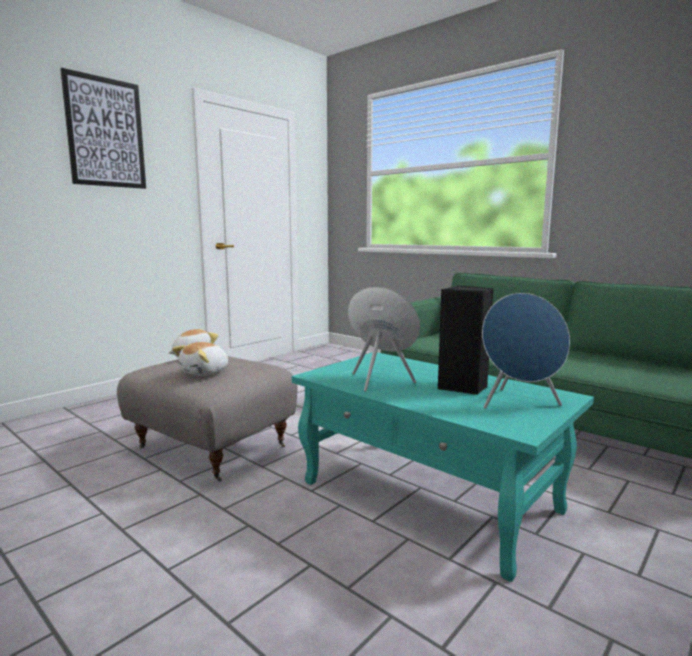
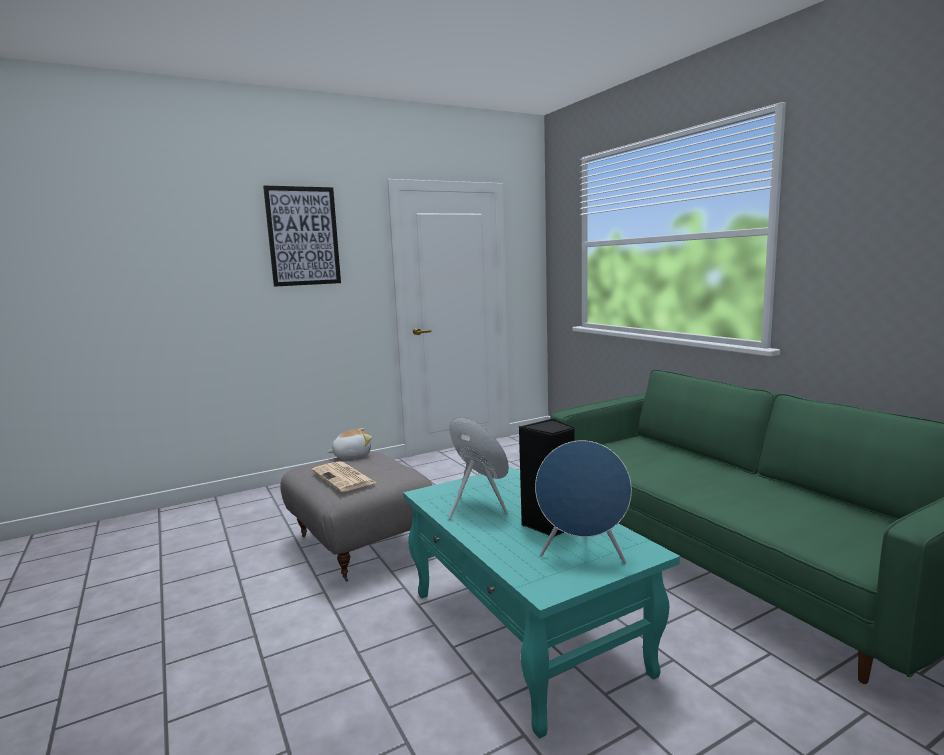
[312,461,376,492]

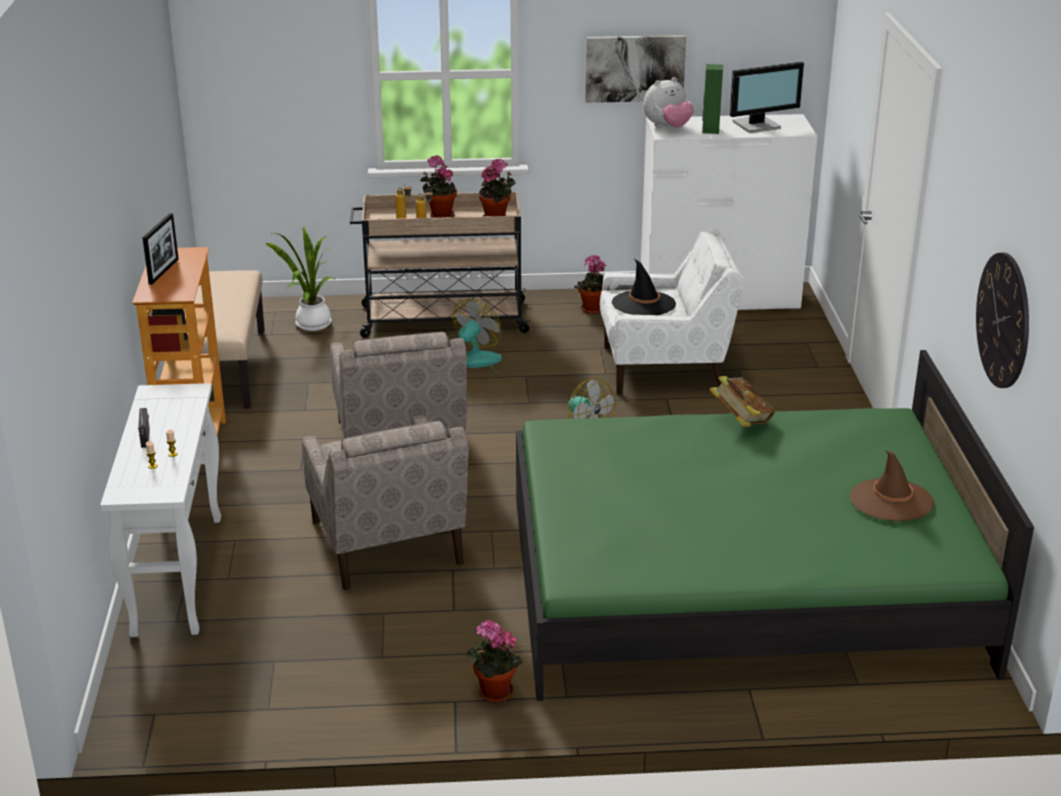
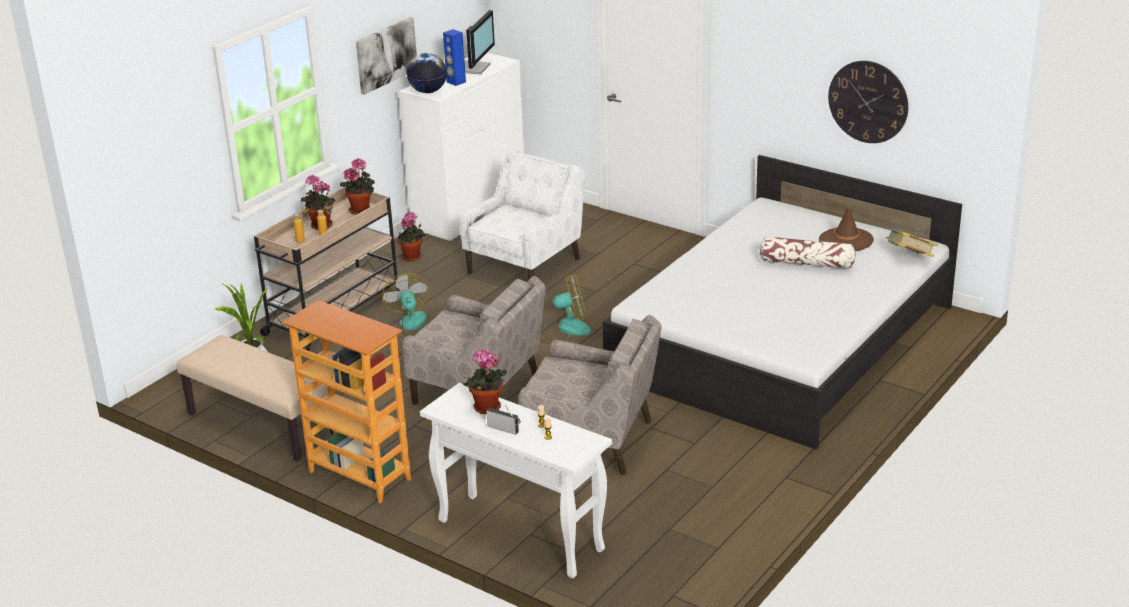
[407,53,447,93]
[443,29,466,86]
[463,349,507,414]
[603,155,962,450]
[759,236,856,269]
[886,230,938,257]
[142,213,179,285] (first image)
[612,259,676,315] (first image)

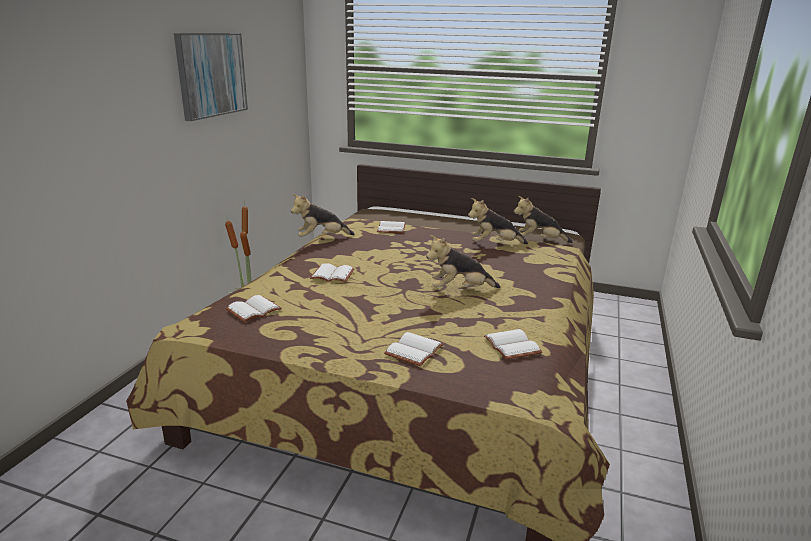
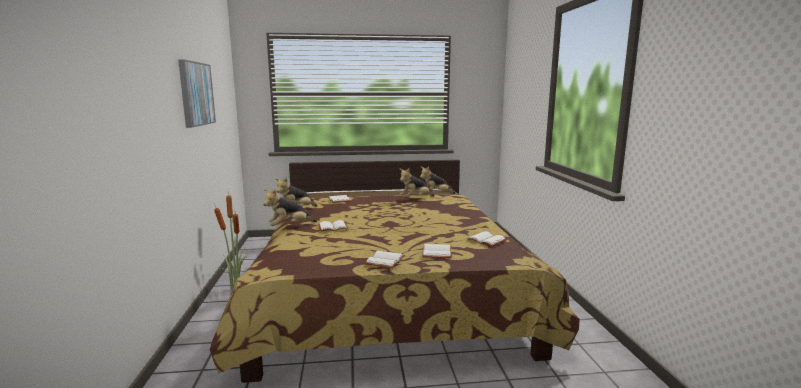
[263,189,317,226]
[365,251,405,268]

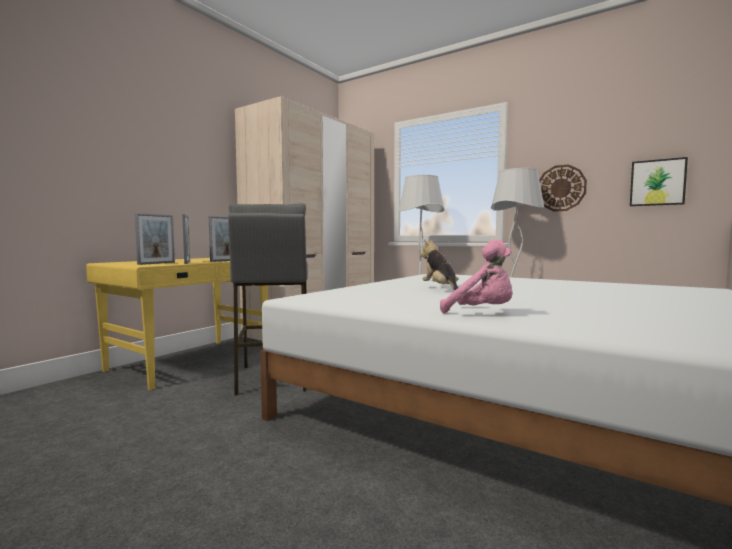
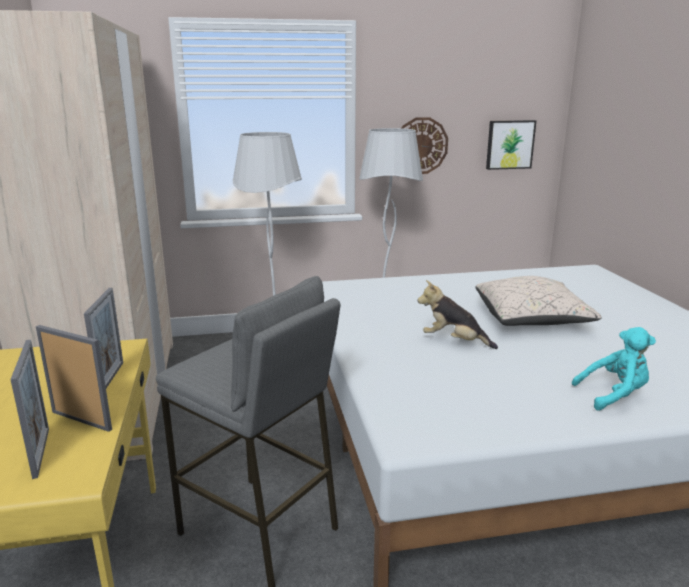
[476,276,602,326]
[572,327,656,411]

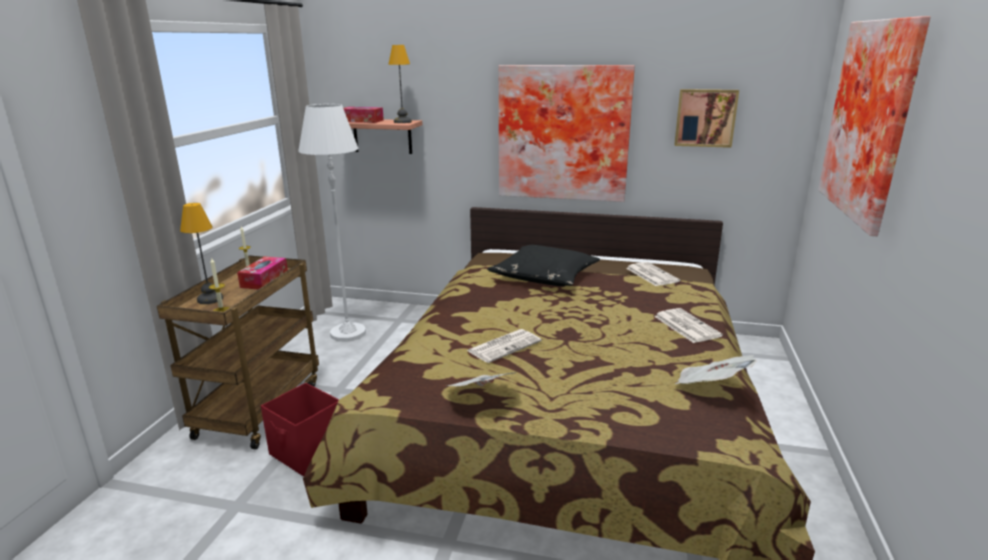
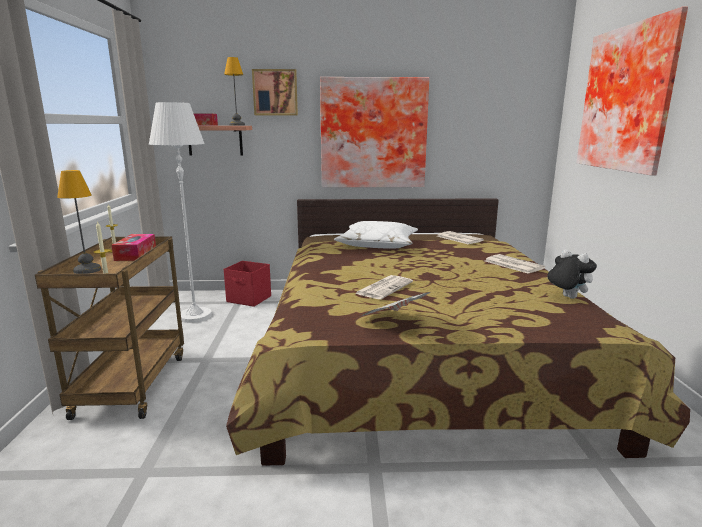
[224,261,271,307]
[252,69,298,115]
[334,221,418,249]
[548,250,597,299]

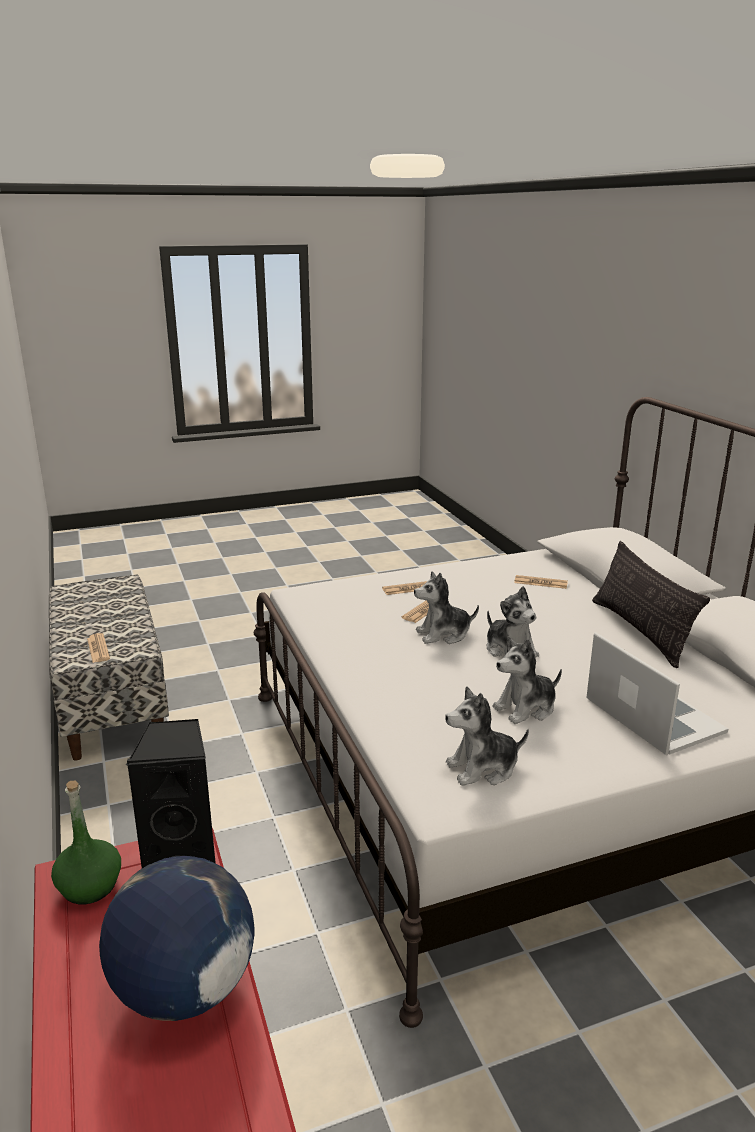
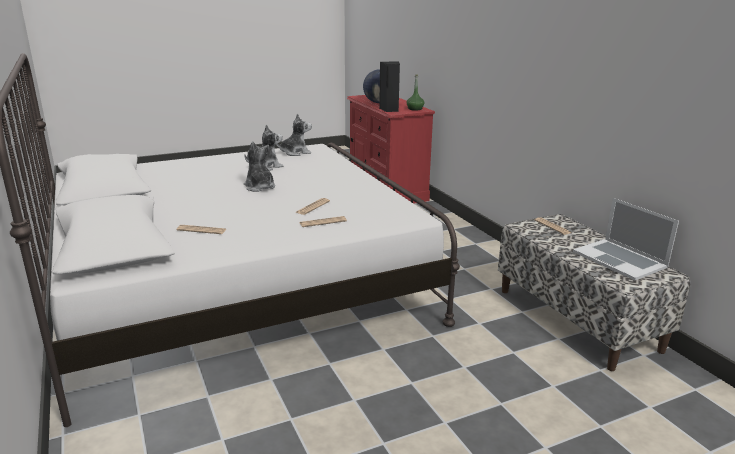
[573,198,679,280]
[414,571,479,644] (first image)
[592,541,710,668] (first image)

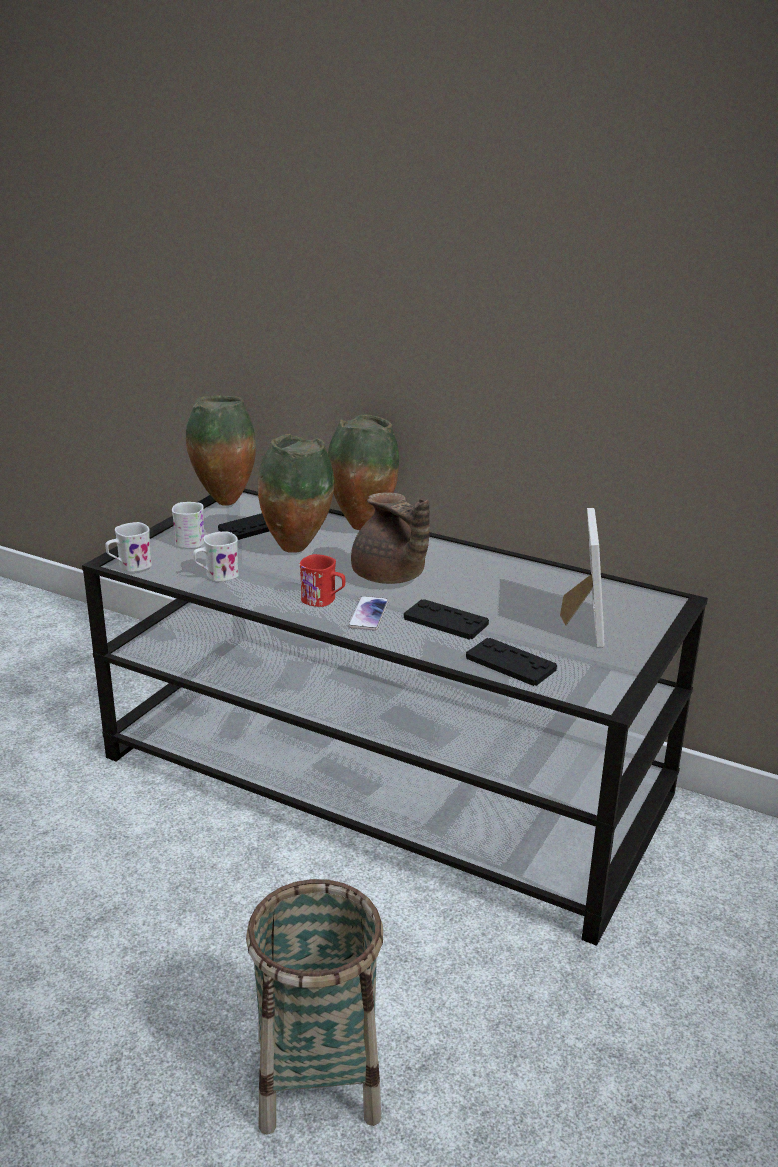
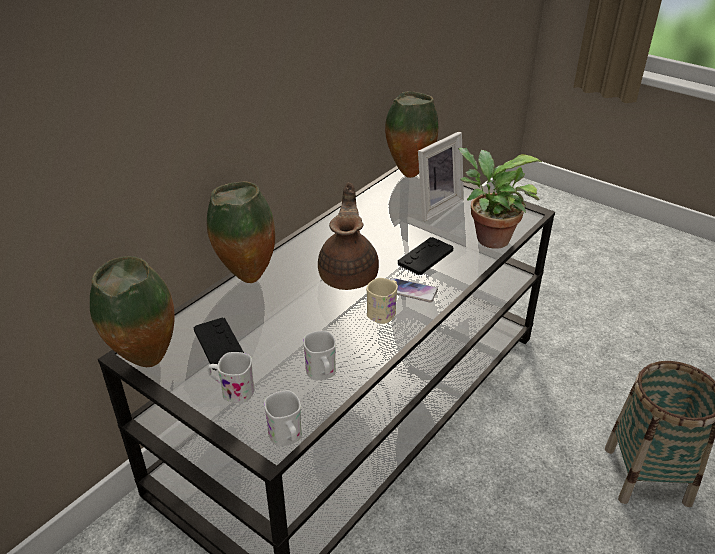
[318,183,379,290]
[366,278,398,324]
[385,92,438,178]
[418,132,464,221]
[458,148,541,249]

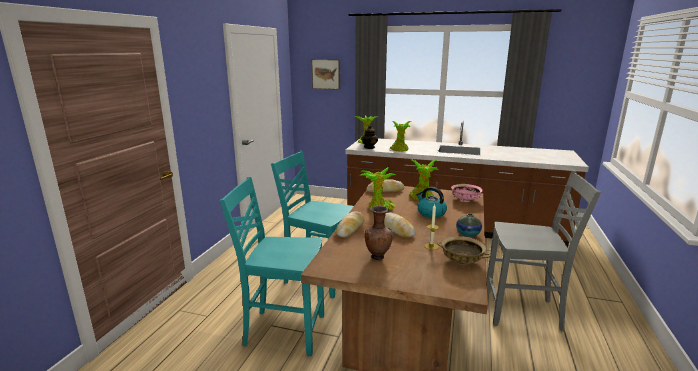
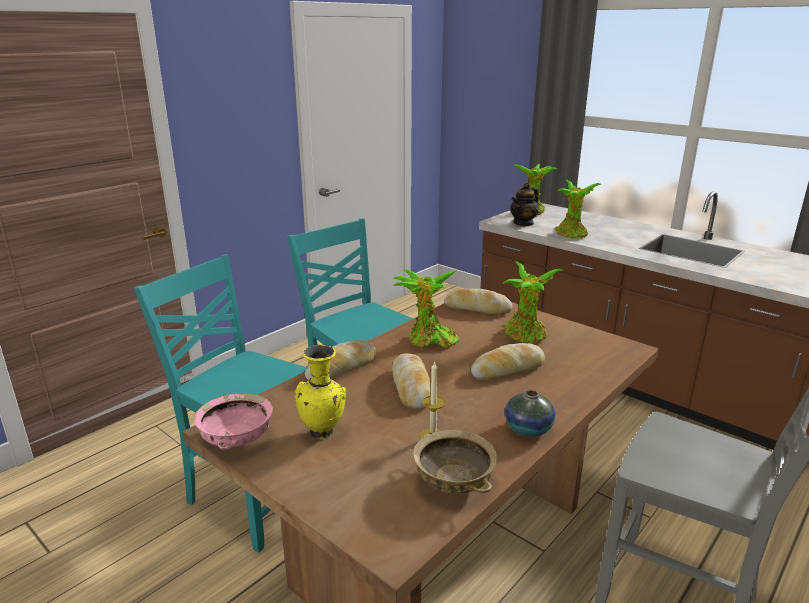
[194,393,273,450]
[295,345,346,440]
[471,343,545,380]
[312,59,340,90] (first image)

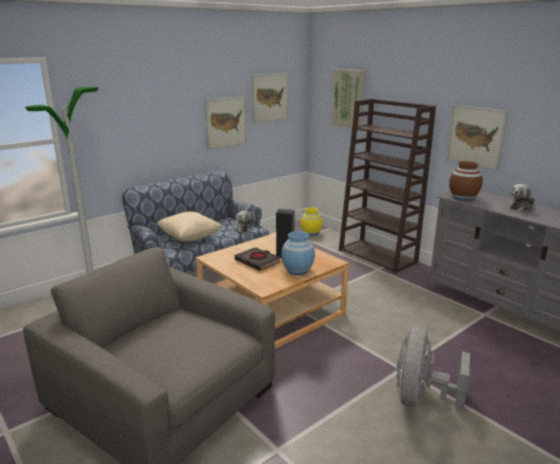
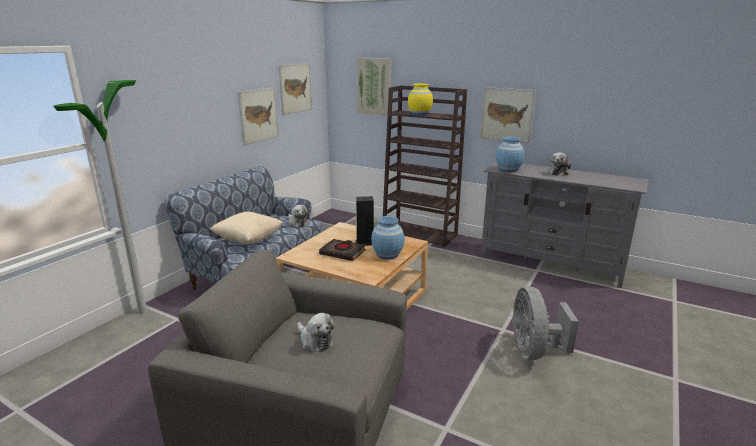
[297,313,335,352]
[408,84,433,115]
[496,137,525,172]

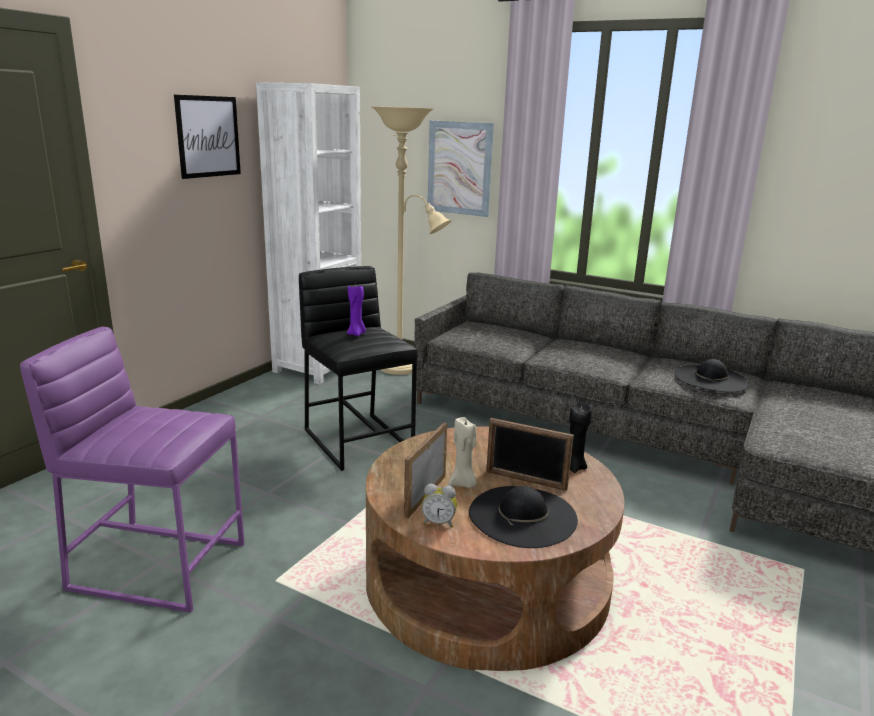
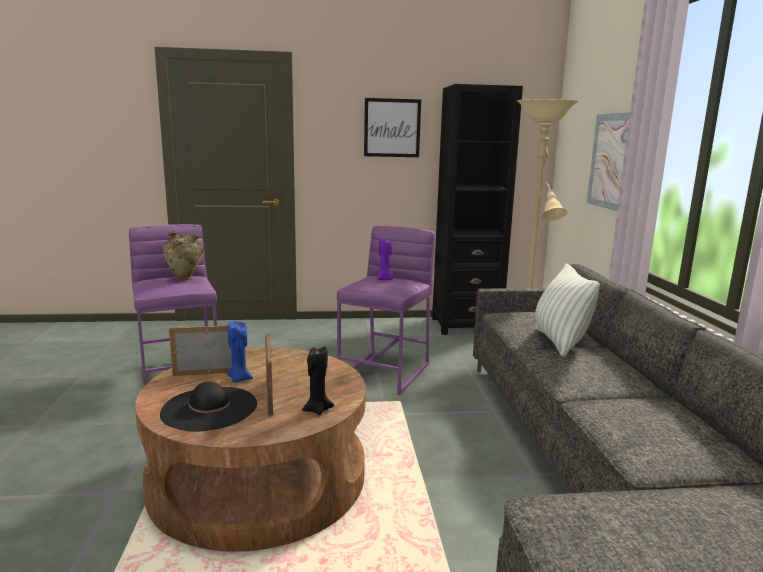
[163,231,203,280]
[227,321,253,383]
[337,226,435,395]
[432,84,523,335]
[535,263,600,357]
[421,484,457,527] (first image)
[674,359,749,392] (first image)

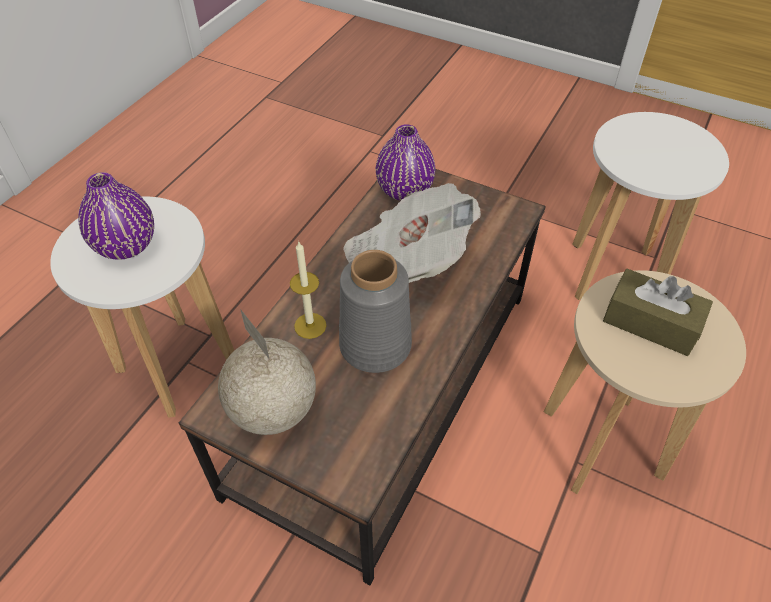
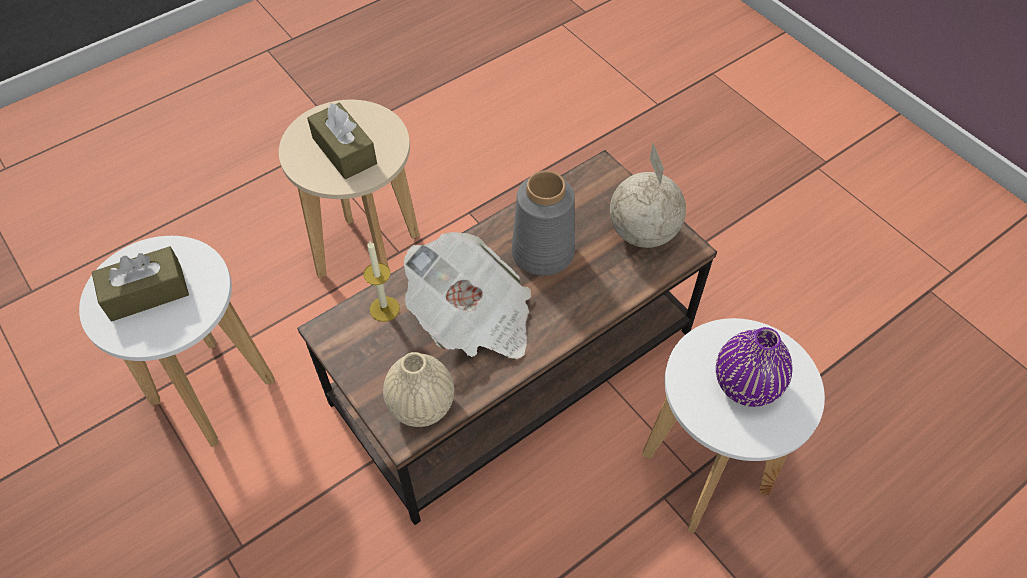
[92,246,189,321]
[363,241,400,322]
[383,352,454,427]

